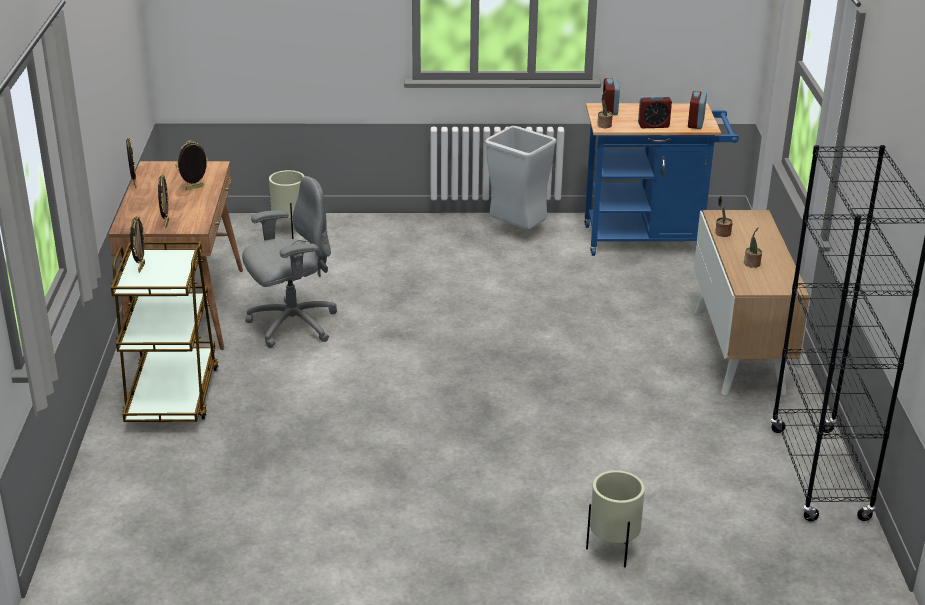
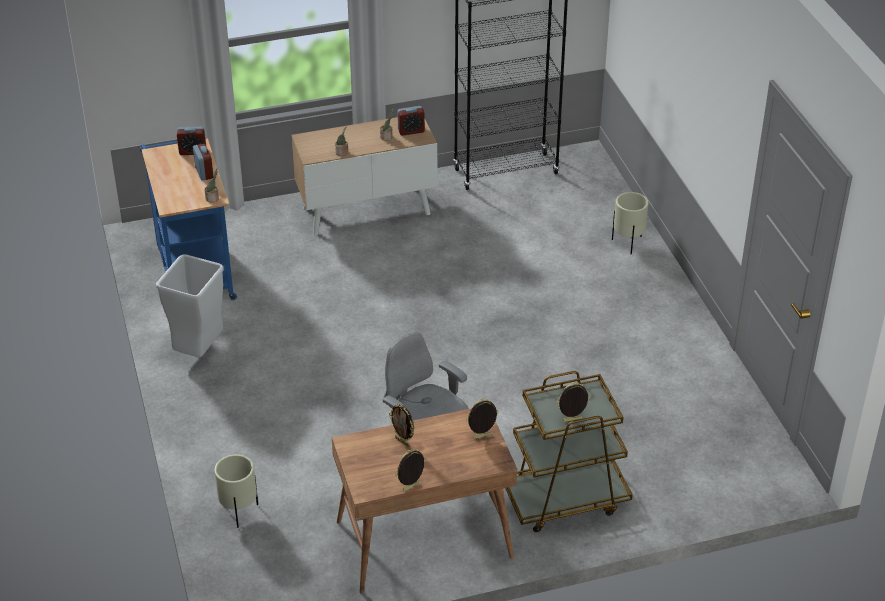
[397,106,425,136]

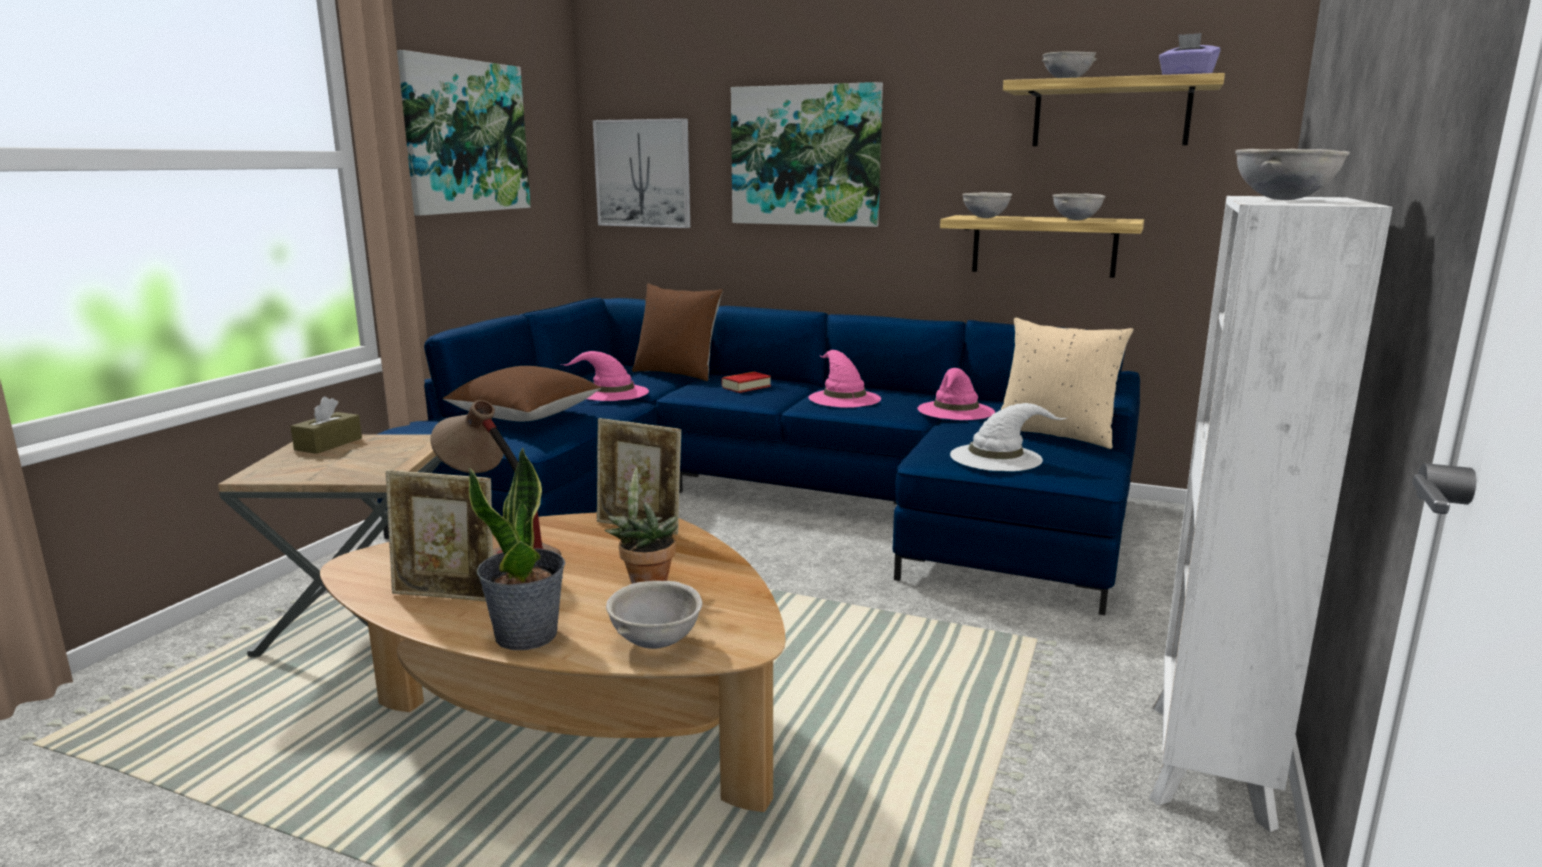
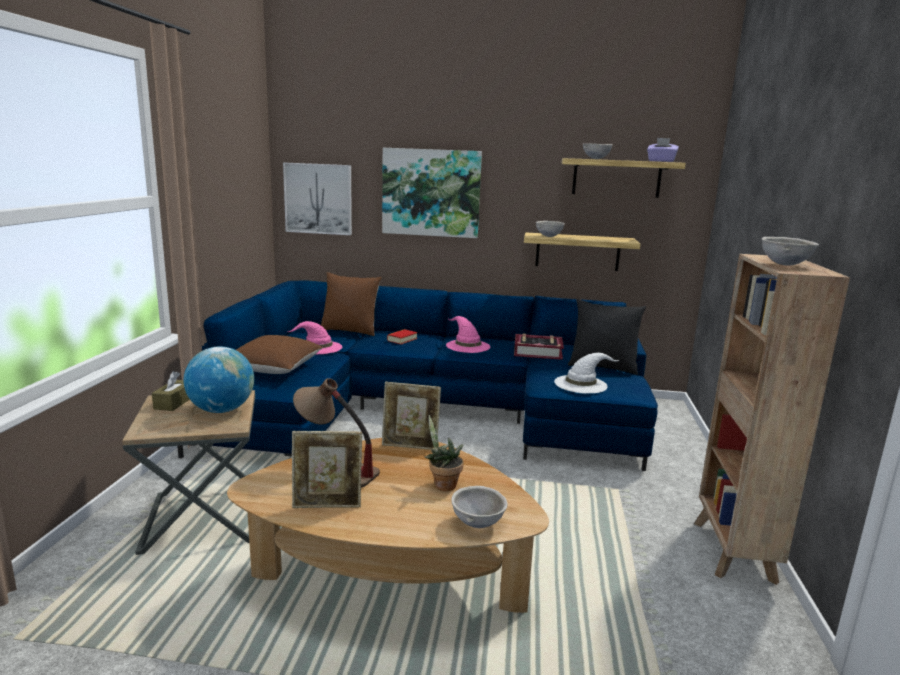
[184,347,254,413]
[514,334,564,360]
[568,299,646,375]
[694,254,850,585]
[397,50,531,216] (first image)
[469,447,565,650] (first image)
[1052,193,1106,220] (first image)

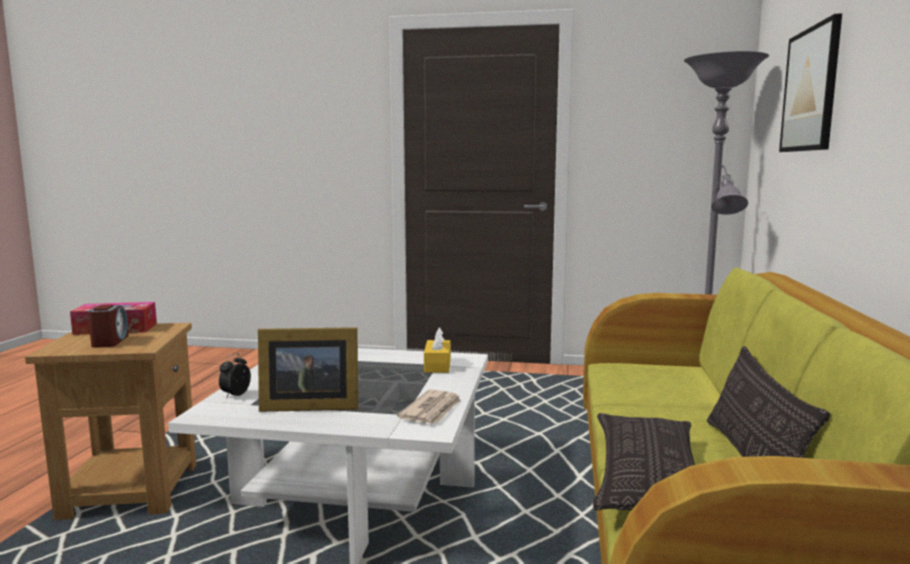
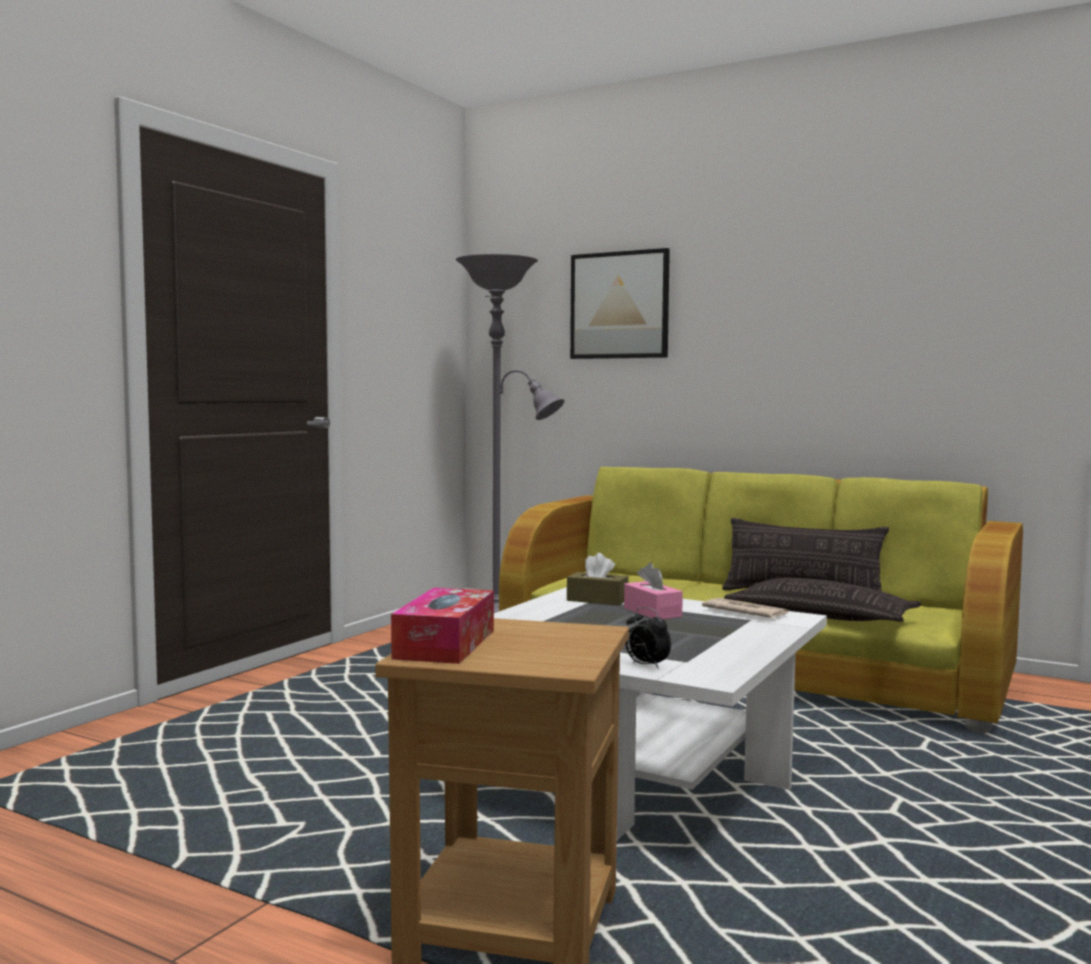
[567,553,629,605]
[624,563,683,619]
[88,305,129,348] (first image)
[258,327,358,412] (first image)

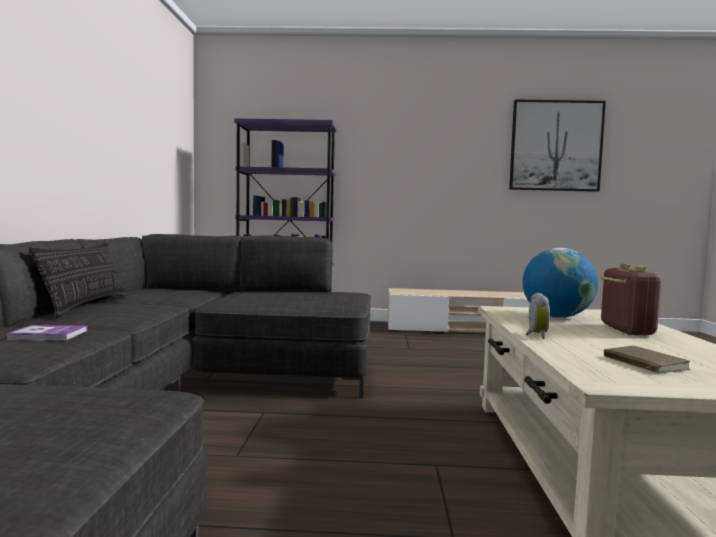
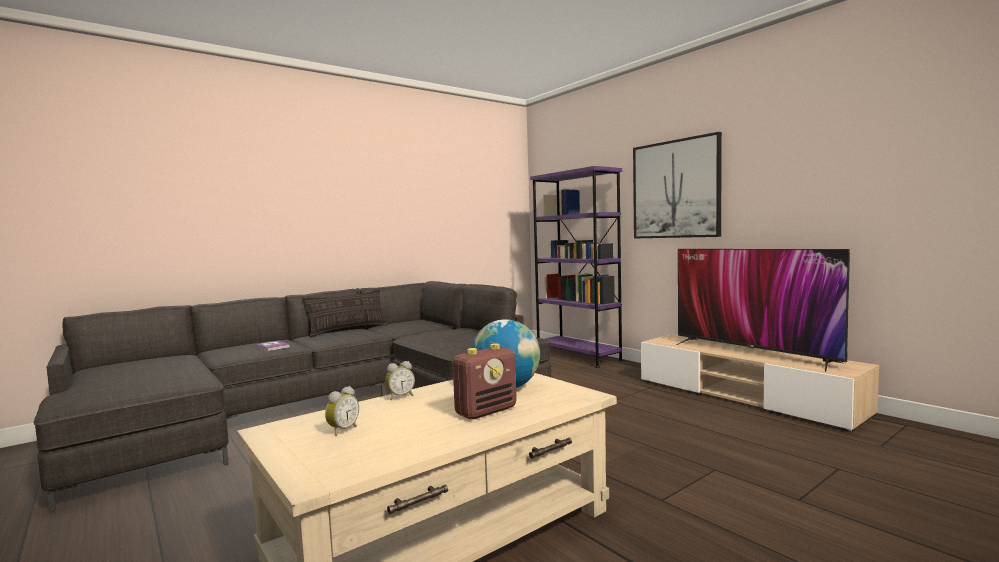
[325,386,359,436]
[633,132,722,238]
[677,249,850,372]

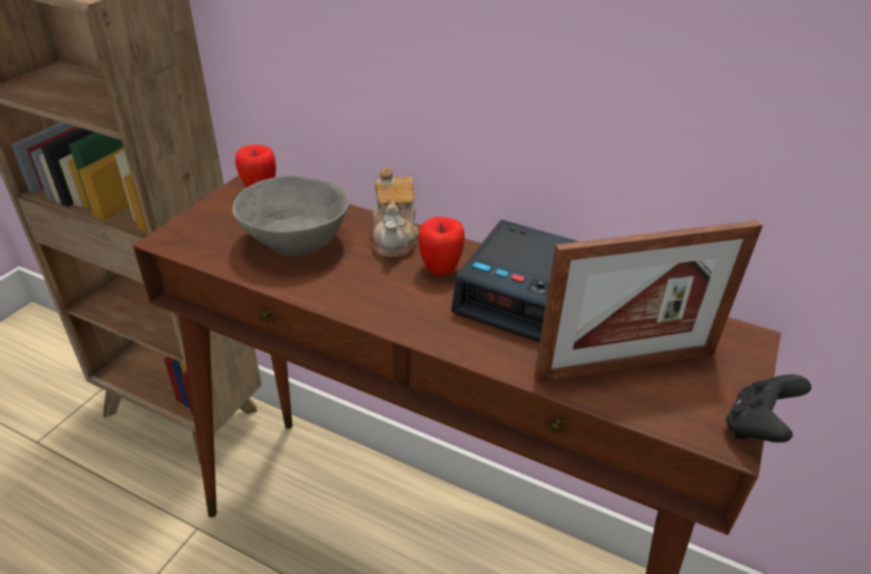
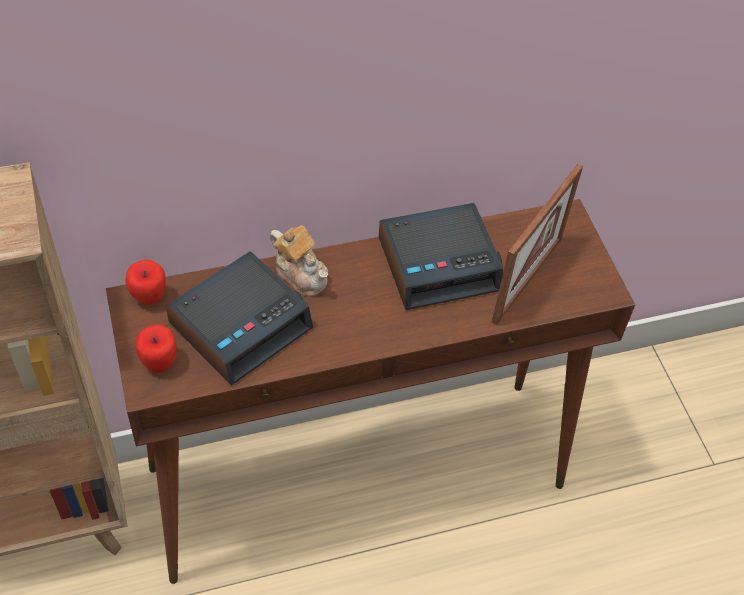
[136,324,177,373]
[166,251,313,386]
[726,374,811,443] (first image)

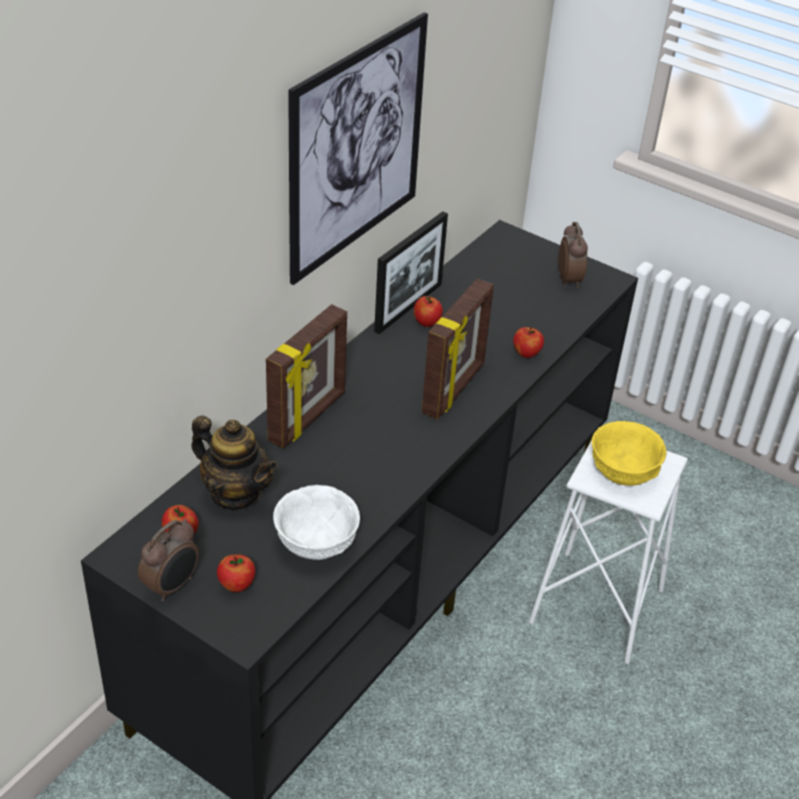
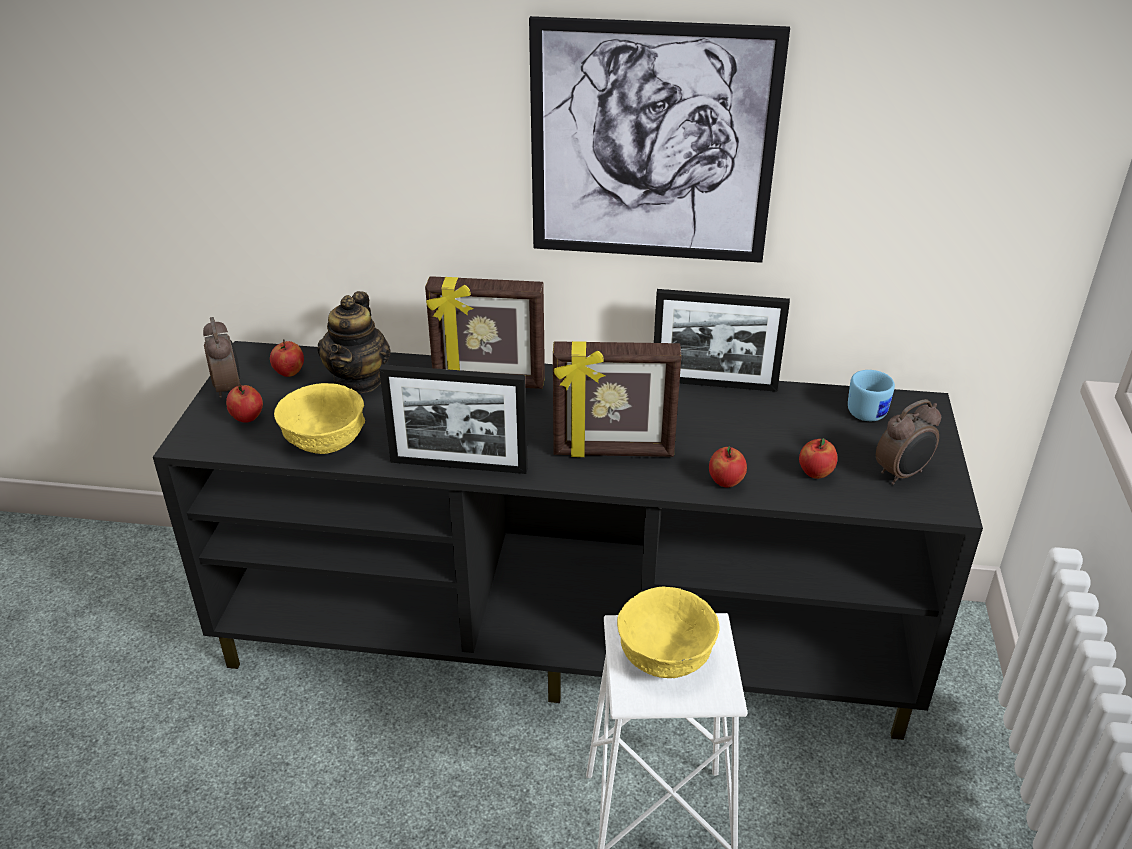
[203,317,240,398]
[274,383,365,454]
[379,365,528,474]
[799,438,838,479]
[848,370,895,421]

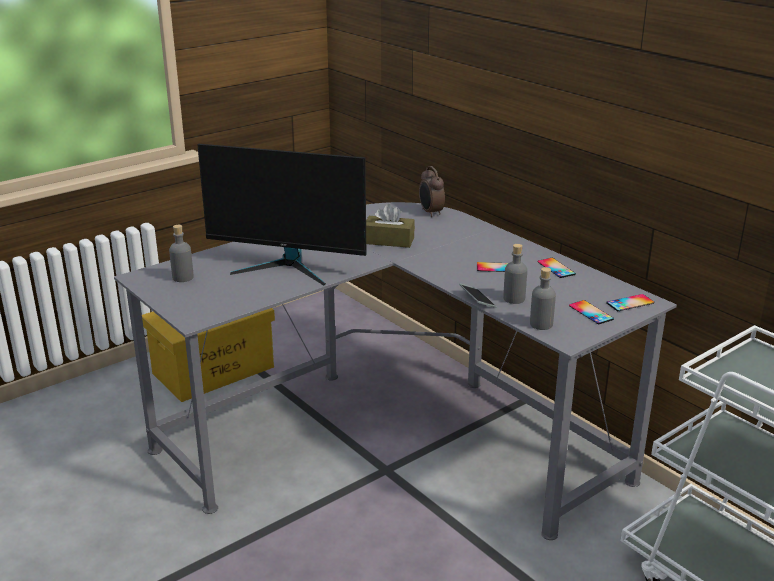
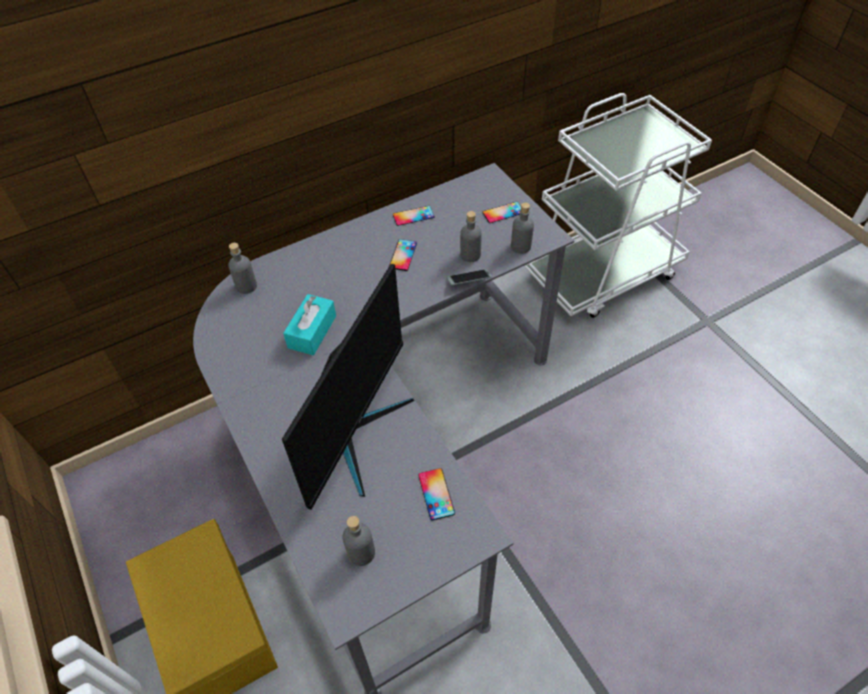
[228,243,257,294]
[283,294,336,355]
[418,468,455,520]

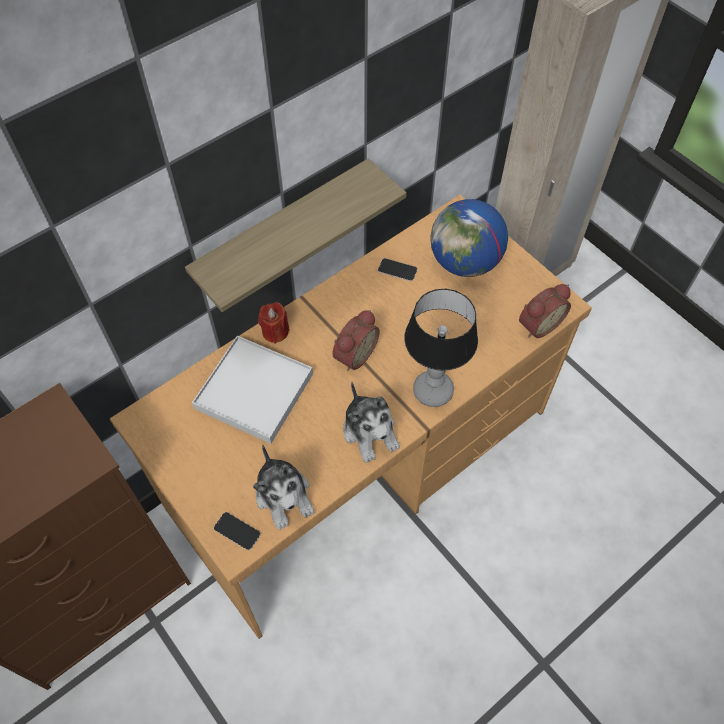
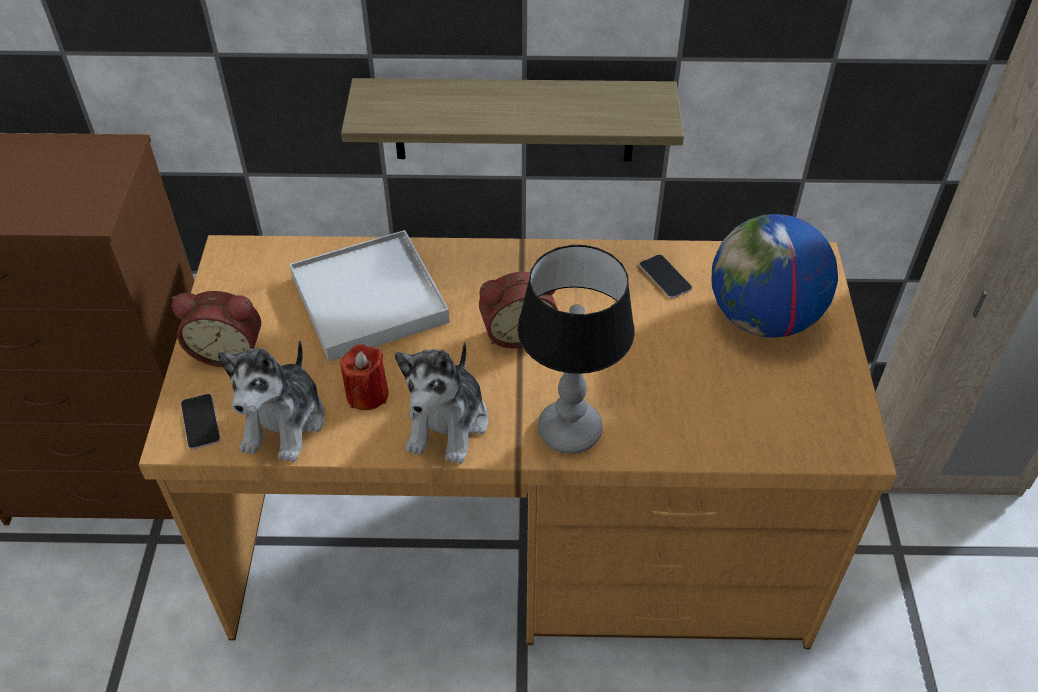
[172,291,261,367]
[340,344,389,410]

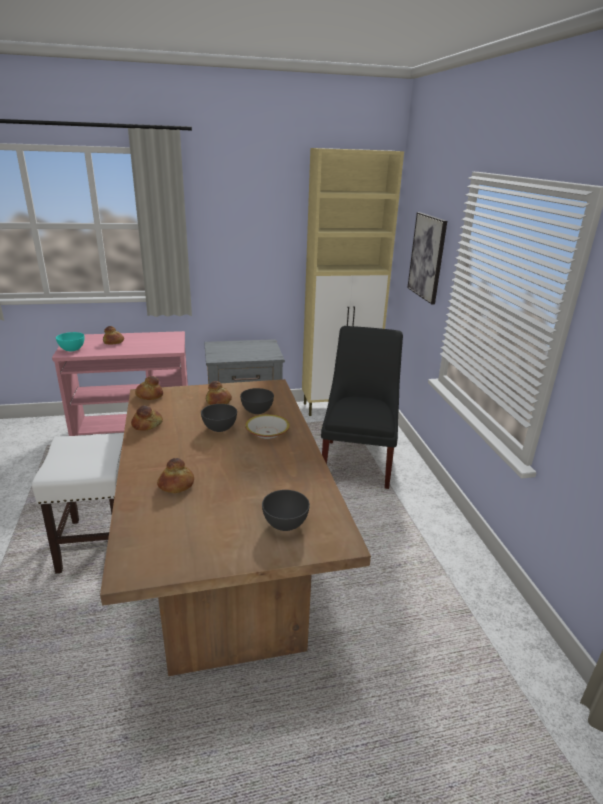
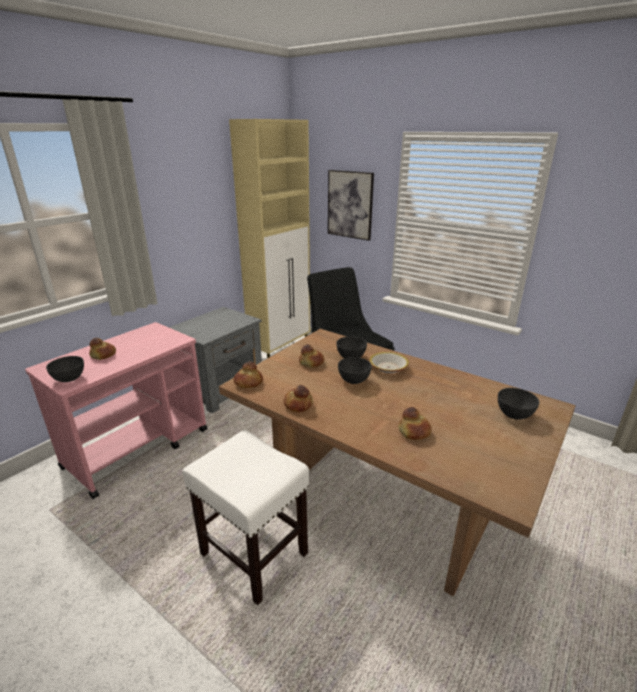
[46,356,84,382]

